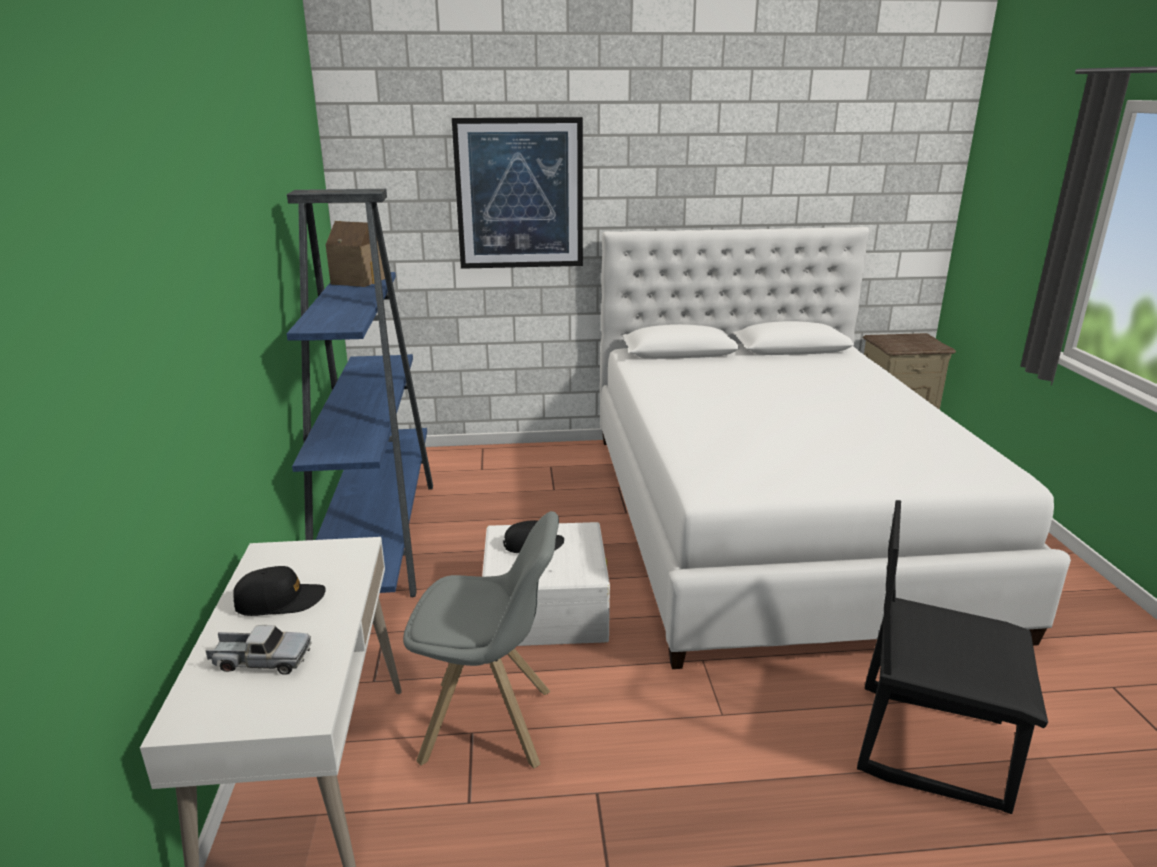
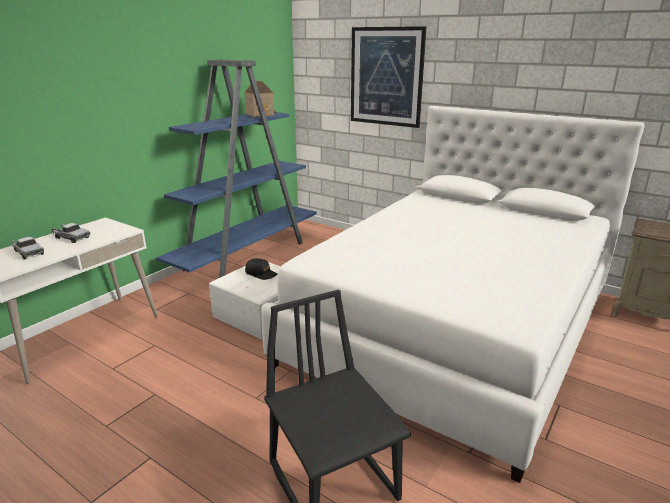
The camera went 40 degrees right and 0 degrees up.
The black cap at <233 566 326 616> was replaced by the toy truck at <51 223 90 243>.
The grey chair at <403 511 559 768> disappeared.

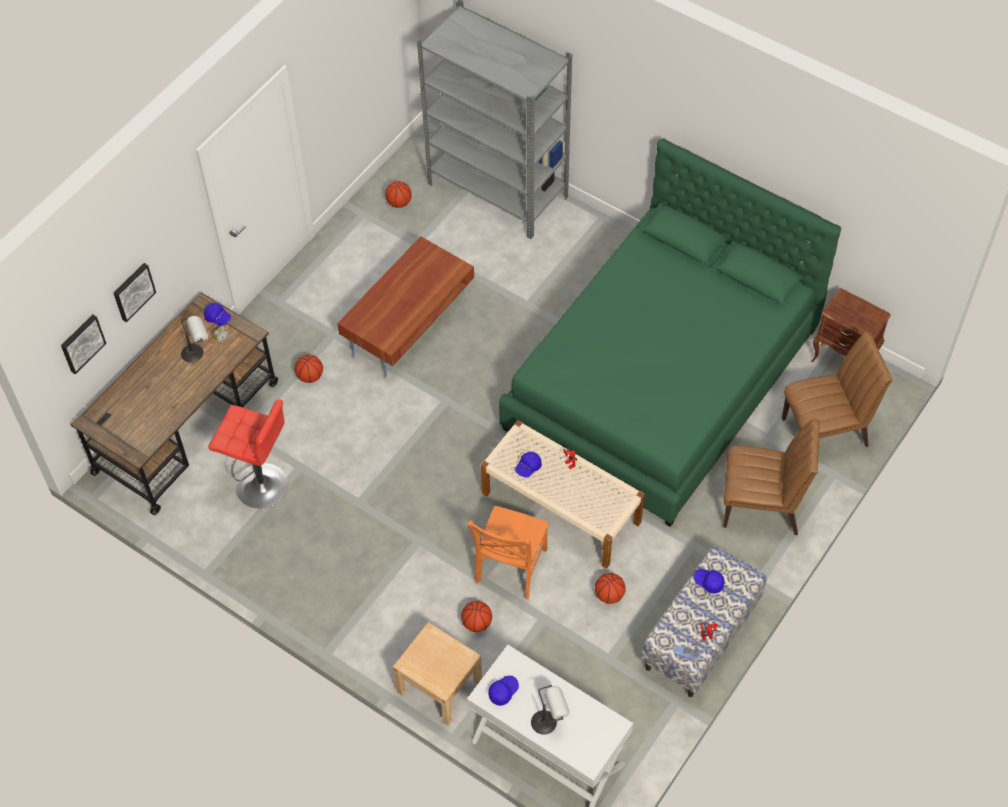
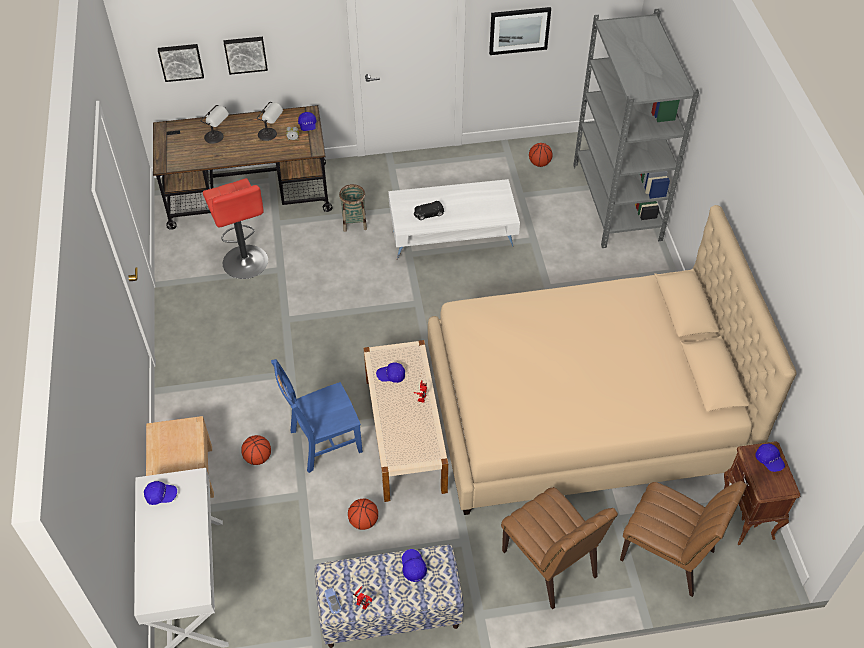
The camera went 45 degrees right and 5 degrees down.
The table lamp moved from <531 685 569 735> to <201 105 229 144>.
The orange chair at <467 506 549 599> became the blue chair at <271 359 363 473>.
The basketball at <295 355 323 383> was replaced by the basket at <339 184 367 232>.
The brown coffee table at <337 236 474 379> became the white coffee table at <388 179 520 259>.
The black toy car at <414 201 444 220> appeared.
The green bed at <499 139 841 527> became the beige bed at <428 205 797 515>.
The picture at <489 7 551 55> appeared.
The blue cap at <755 444 785 472> appeared.

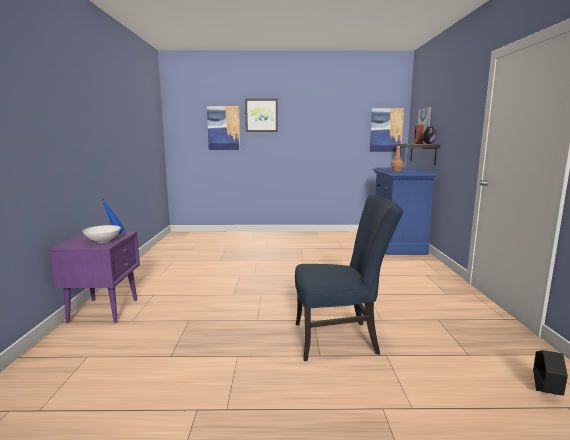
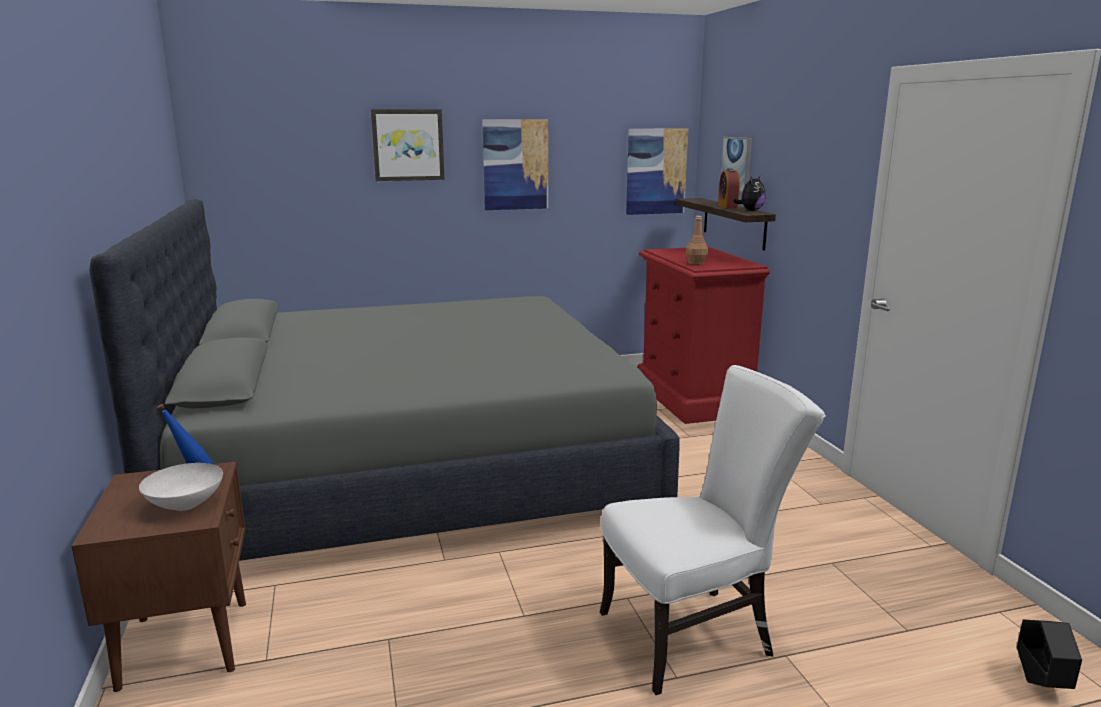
The camera went 15 degrees left and 5 degrees up.
The purple nightstand at <49 231 140 323> became the brown nightstand at <71 462 246 692>.
The grey bed at <89 199 680 561> appeared.
The picture moved from <207 106 240 150> to <482 119 548 210>.
The blue chair at <295 195 403 361> became the white chair at <600 365 826 695>.
The blue dresser at <373 168 436 255> became the red dresser at <637 247 770 424>.

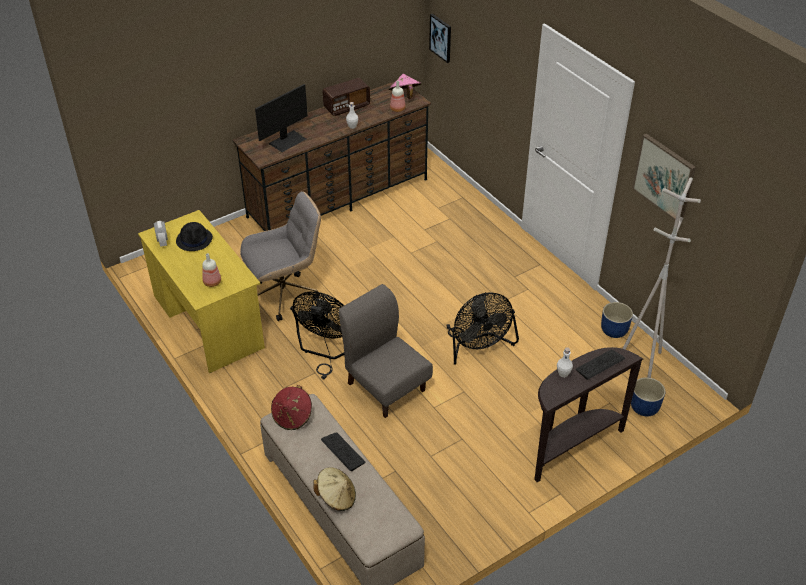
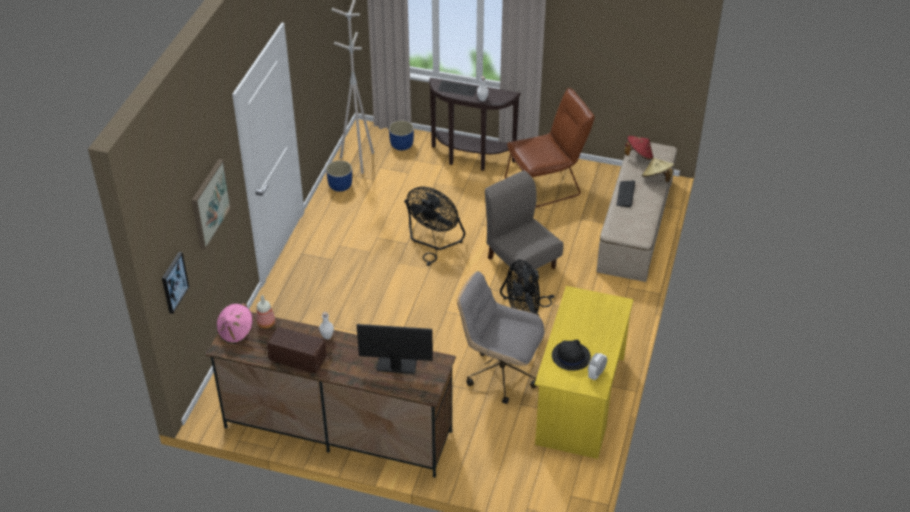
The camera went 130 degrees left and 0 degrees up.
The picture moved from <632 134 696 222> to <192 159 231 250>.
The grey chair at <339 284 433 418> turned 135 degrees clockwise.
The brown chair at <505 88 595 208> appeared.
The red hat moved from <271 385 312 430> to <624 136 653 160>.
The bottle at <202 253 221 287> disappeared.

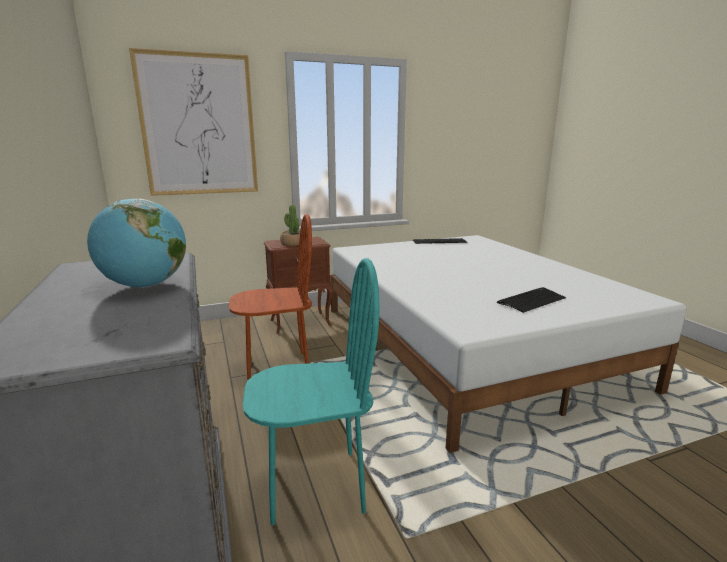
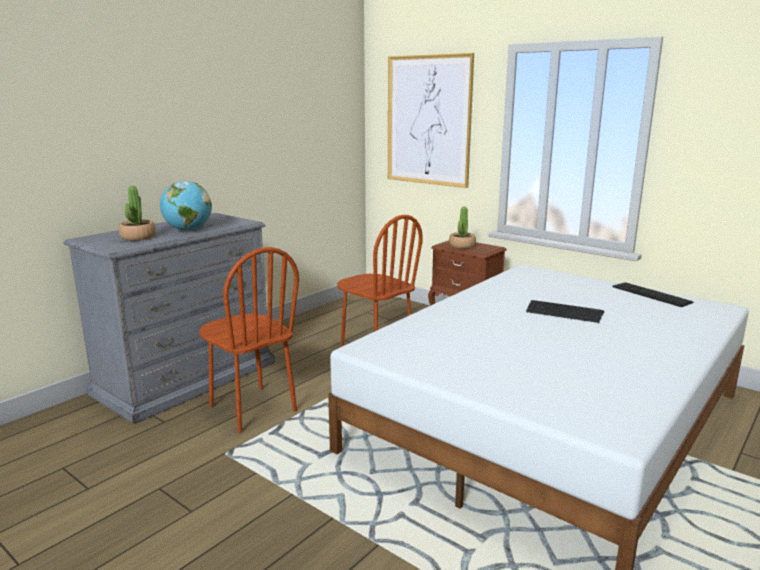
The camera went 60 degrees right and 0 degrees up.
The potted plant at <119 186 156 241> appeared.
The turquoise chair at <243 258 379 526> became the brown chair at <200 247 299 433>.
The keyboard moved from <497 287 566 313> to <526 300 604 323>.

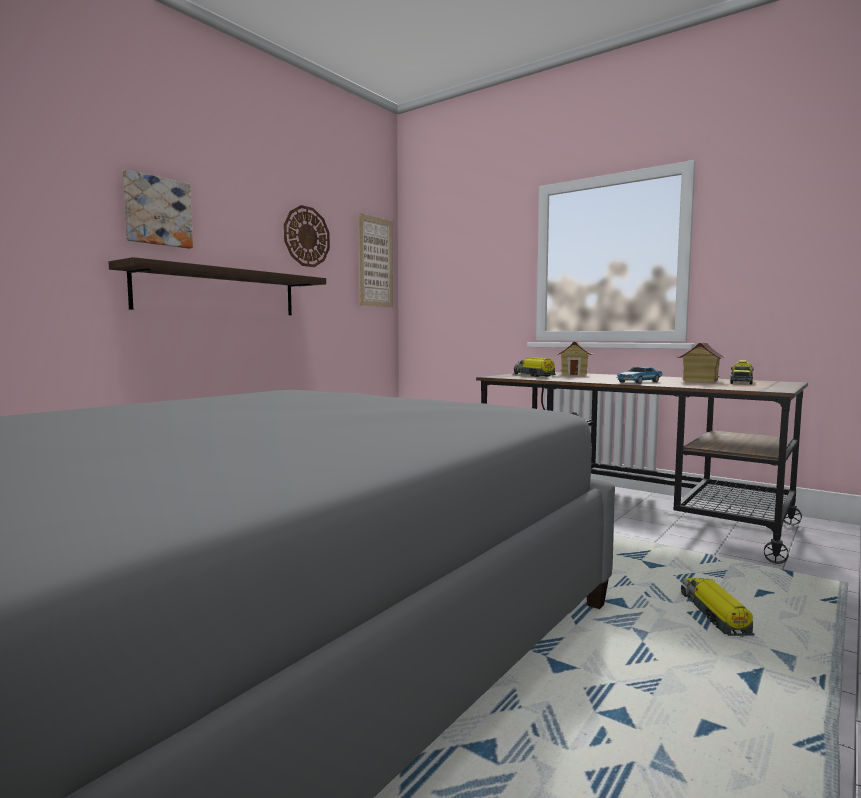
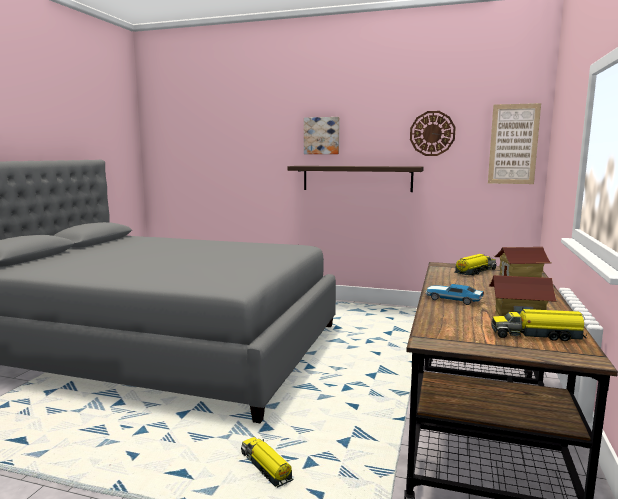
The camera went 70 degrees right and 5 degrees up.
The toy truck at <681 578 754 636> turned 105 degrees counterclockwise.

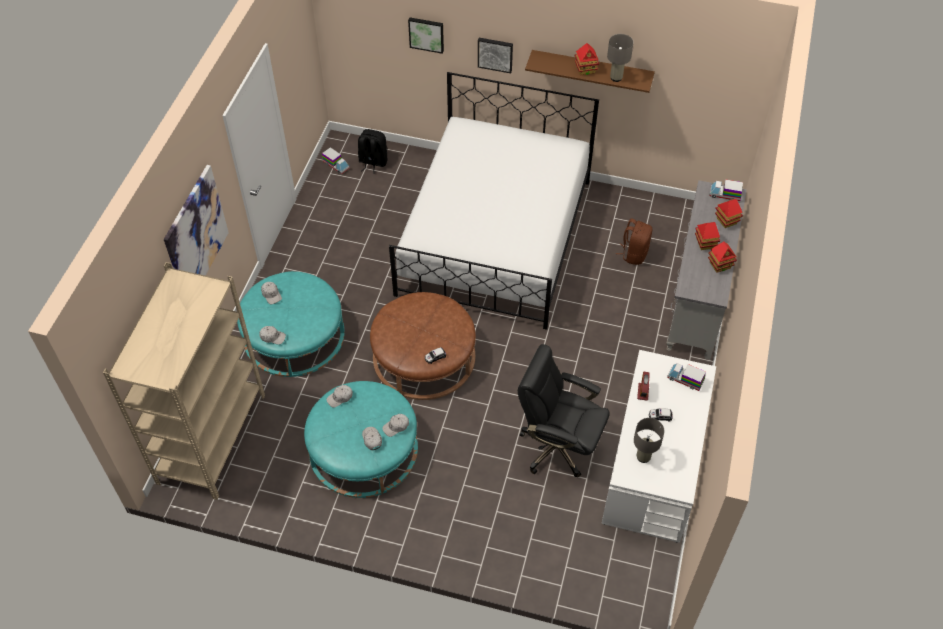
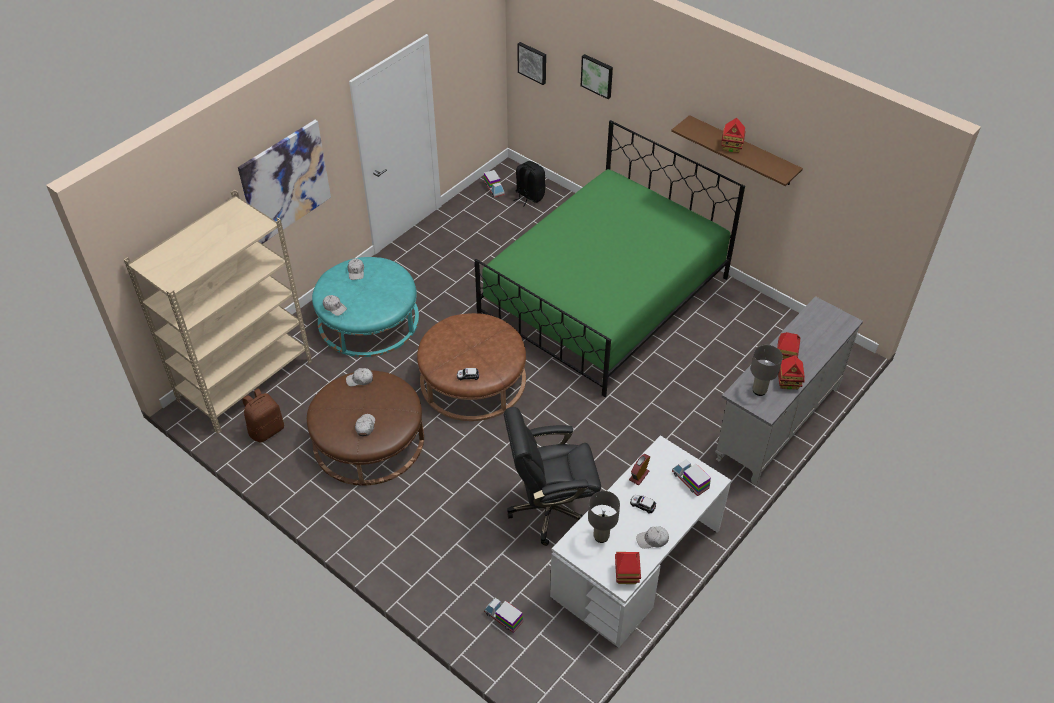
The camera went 25 degrees right and 5 degrees down.
The brown backpack moved from <616 219 653 265> to <242 388 284 443>.
The turquoise ottoman at <304 381 418 498> became the brown ottoman at <307 370 424 486>.
The white bed at <389 72 599 330> became the green bed at <475 120 745 397>.
The toy truck moved from <709 180 743 201> to <484 598 523 633>.
The black office chair at <518 344 610 477> turned 60 degrees counterclockwise.
The picture moved from <478 38 513 73> to <518 42 546 85>.
The toy house moved from <715 199 743 228> to <615 552 641 584>.
The white cap moved from <382 414 409 437> to <636 526 669 549>.
The grey table lamp moved from <607 34 633 82> to <751 345 783 396>.

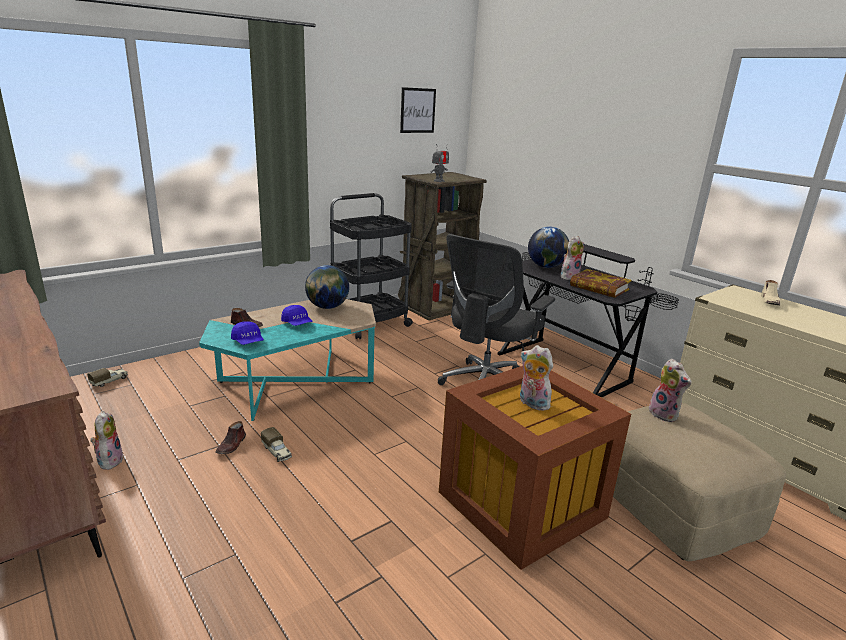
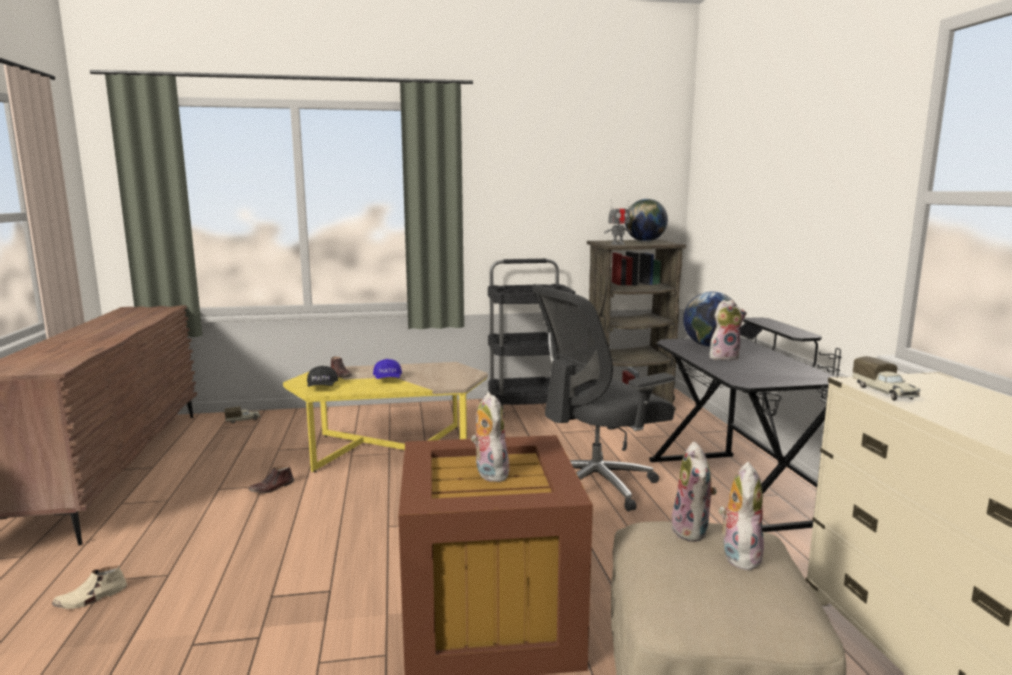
The camera went 30 degrees right and 10 degrees down.
The beige shoe moved from <761 280 781 305> to <52 566 127 609>.
The turquoise coffee table at <199 299 376 421> became the yellow coffee table at <283 362 488 472>.
The blue cap at <231 321 264 345> became the black cap at <307 366 338 387>.
The globe moved from <305 265 349 309> to <625 199 668 242>.
The plush toy moved from <90 411 124 470> to <719 462 764 572>.
The toy truck moved from <261 427 292 462> to <852 356 920 400>.
The picture at <400 87 436 133> disappeared.
The book at <570 269 632 298> disappeared.

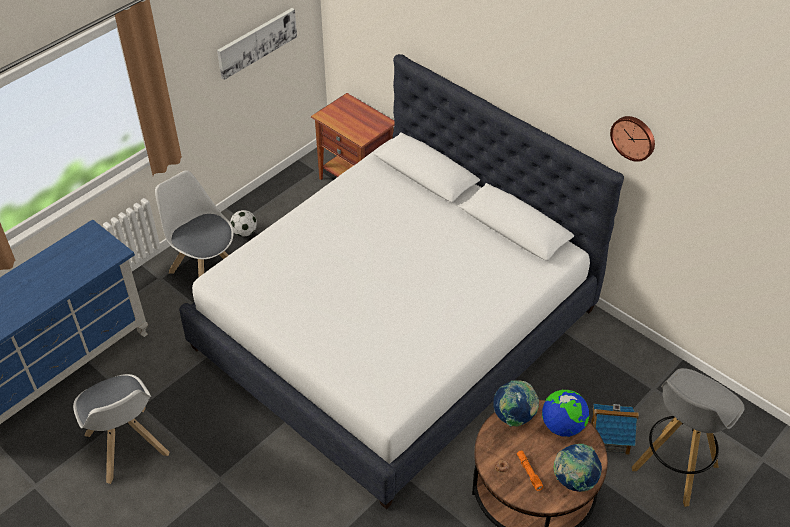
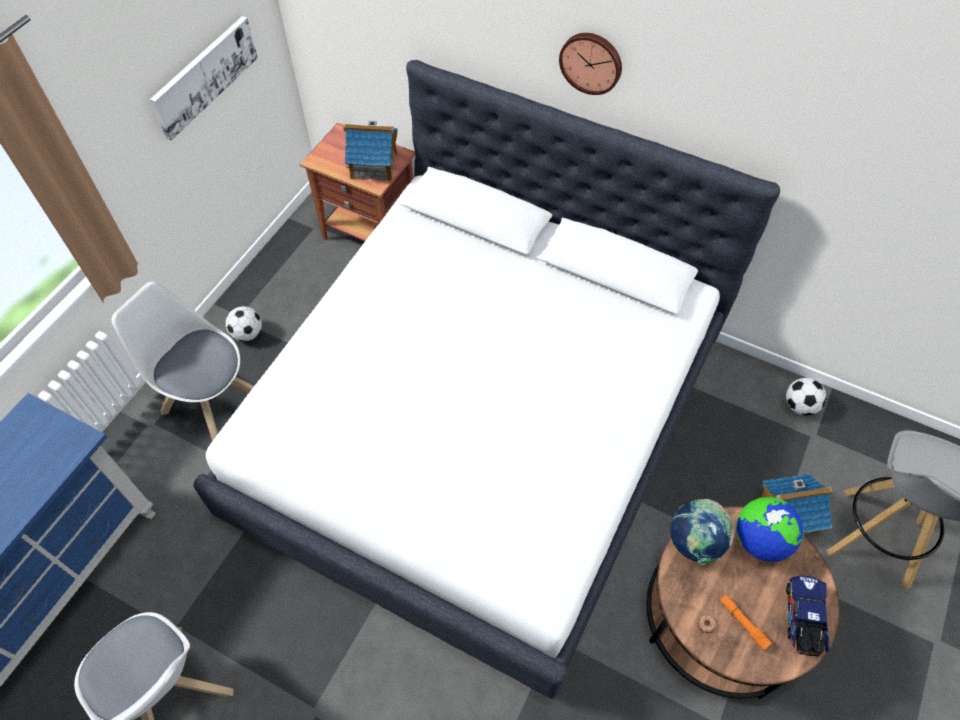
The camera went 15 degrees left and 10 degrees up.
The toy house at <343 120 398 182> appeared.
The wall clock moved from <610 116 655 162> to <559 33 622 95>.
The football at <786 378 826 415> appeared.
The globe at <554 444 602 492> was replaced by the toy truck at <786 576 830 657>.

